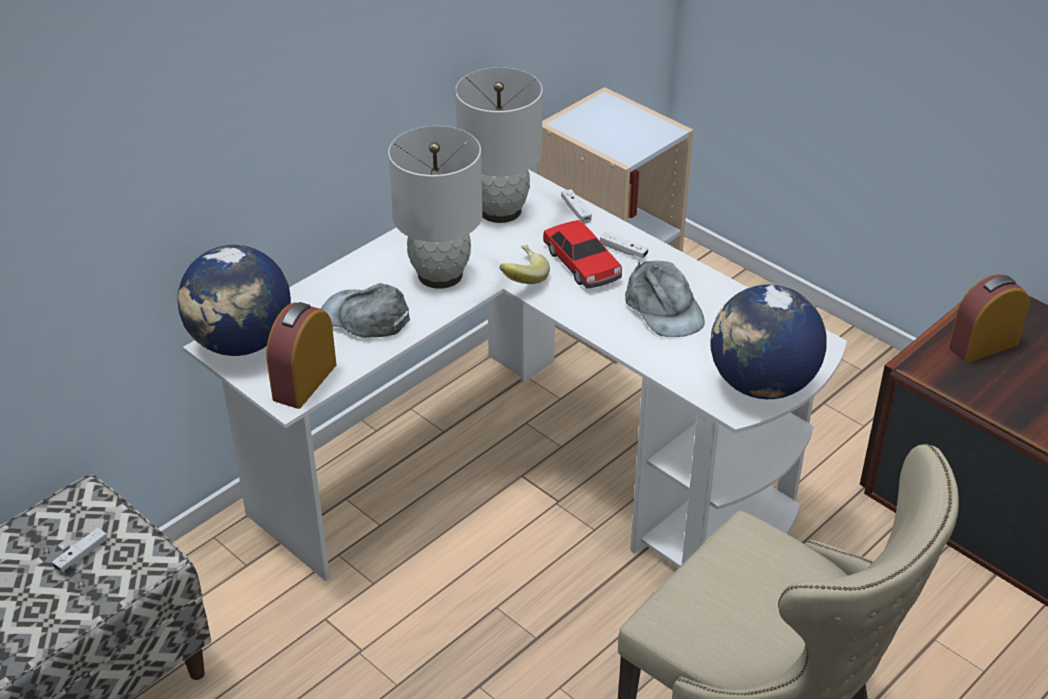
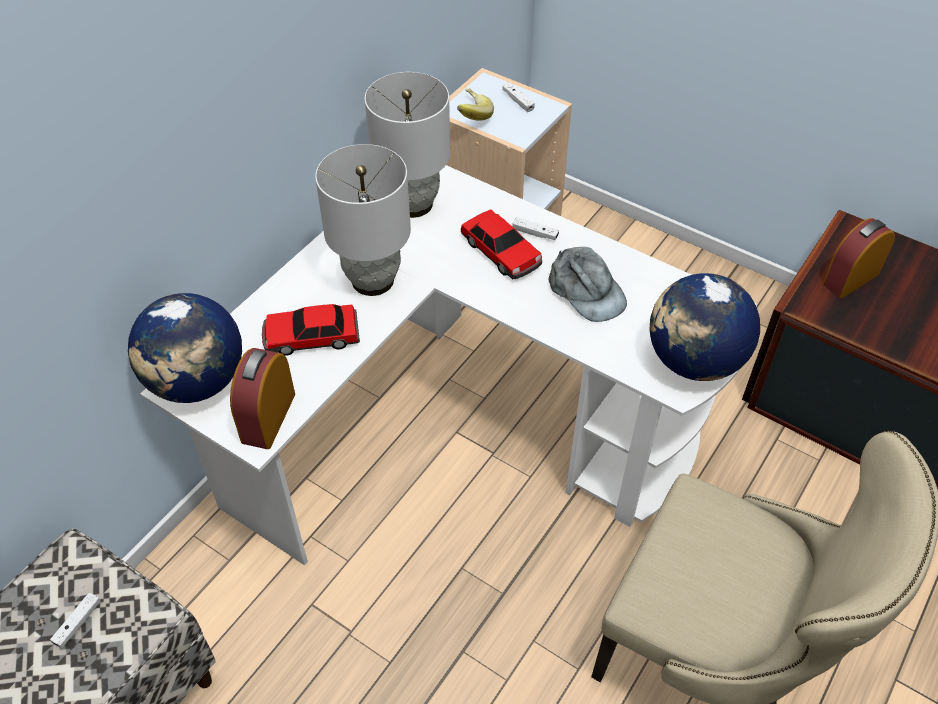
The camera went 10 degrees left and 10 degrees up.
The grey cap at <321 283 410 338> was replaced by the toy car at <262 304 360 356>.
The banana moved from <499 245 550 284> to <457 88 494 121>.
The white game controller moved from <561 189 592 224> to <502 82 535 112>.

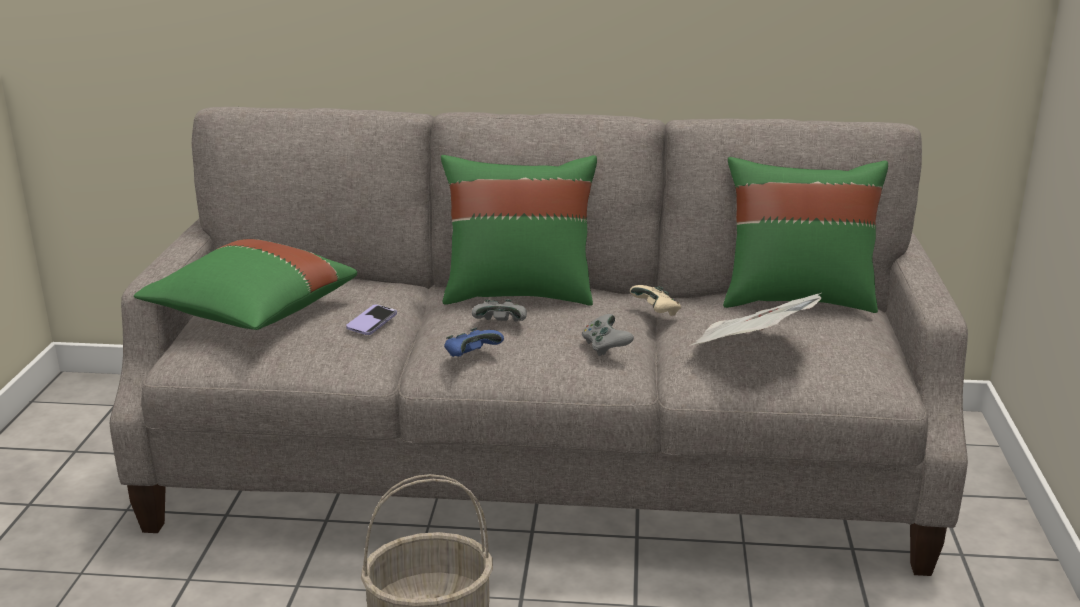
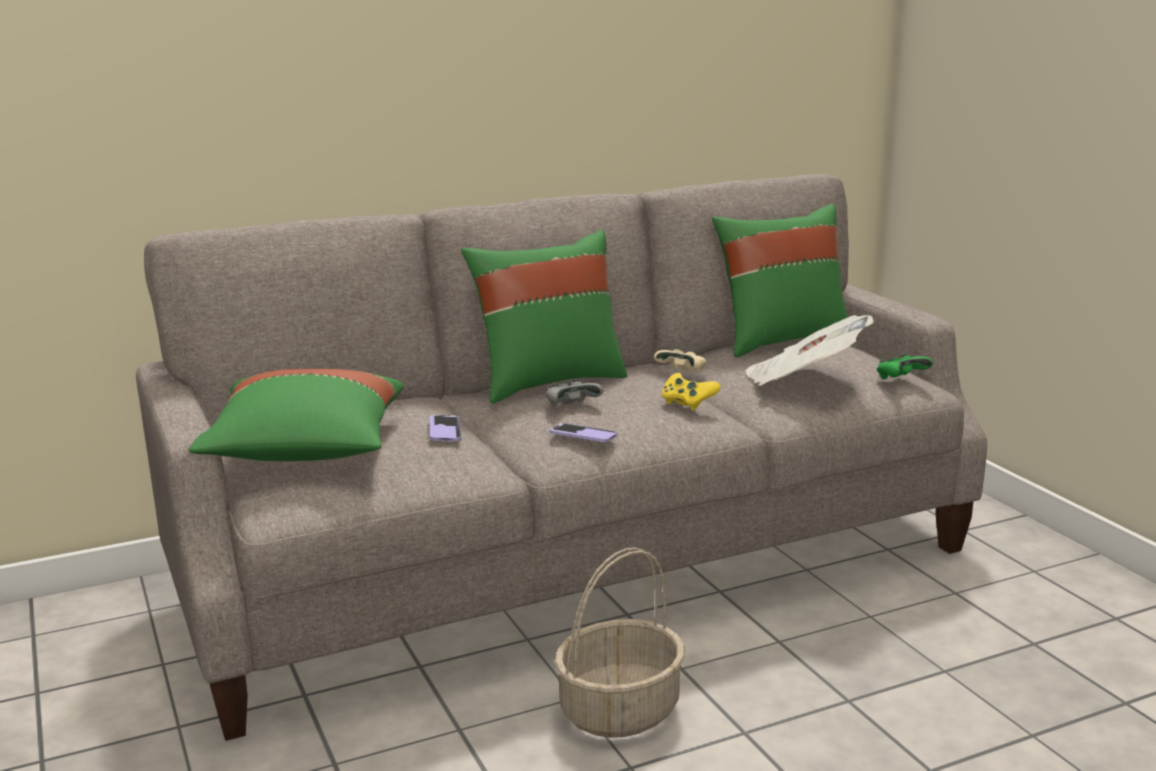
The camera went 30 degrees left and 5 degrees down.
The blue game controller at <444 328 504 357> was replaced by the phone at <550 423 617 442>.
The grey game controller at <582 314 634 356> became the yellow game controller at <662 373 720 411>.
The green game controller at <876 353 933 380> appeared.

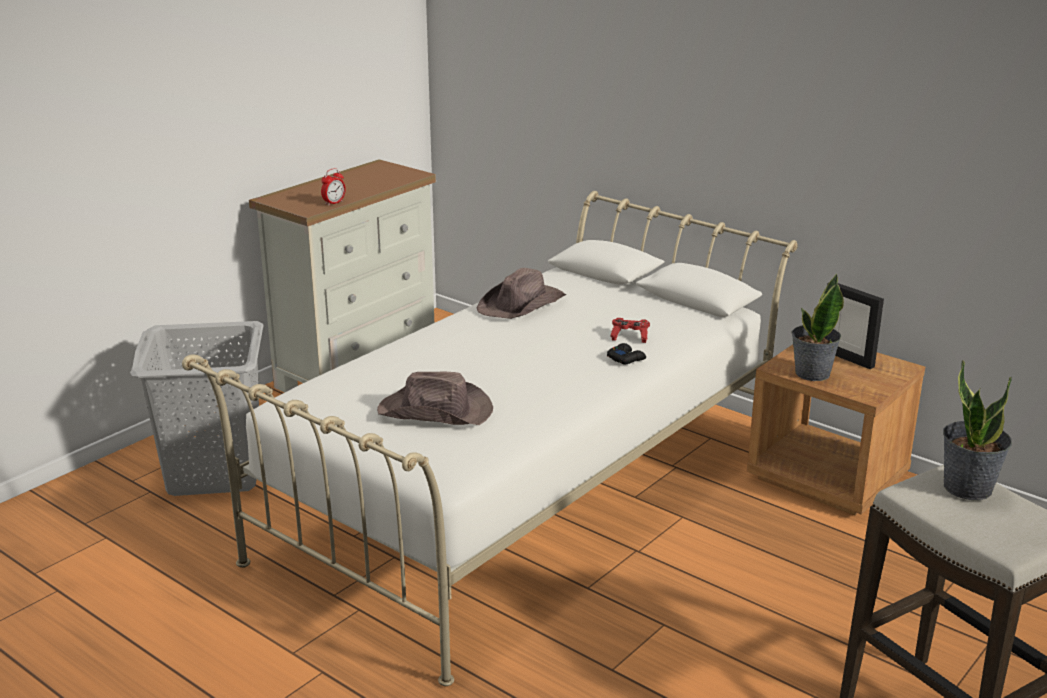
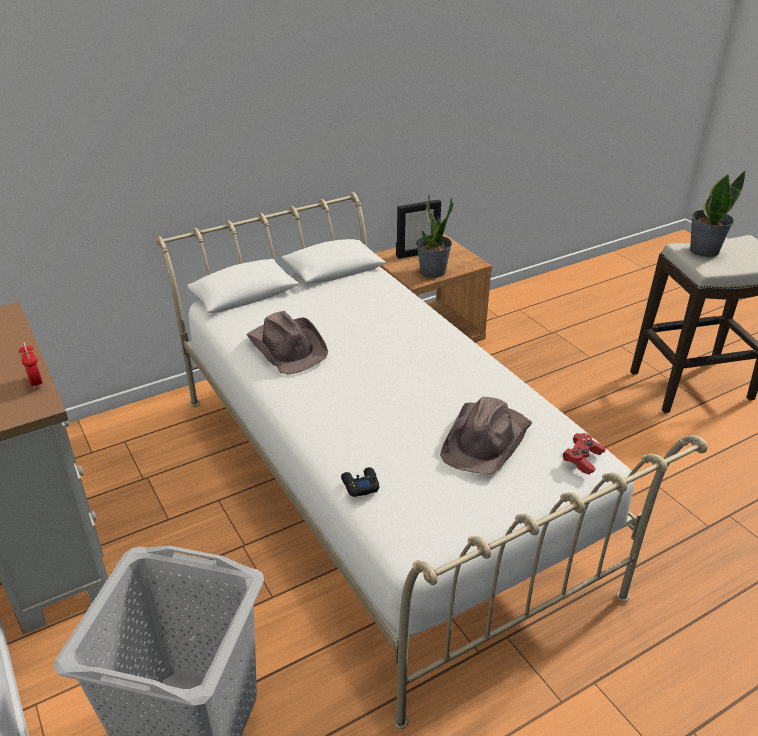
The camera went 70 degrees left and 10 degrees up.
The black game controller moved from <607 343 646 364> to <341 467 379 497>.
The red game controller moved from <610 318 650 343> to <563 433 606 475>.

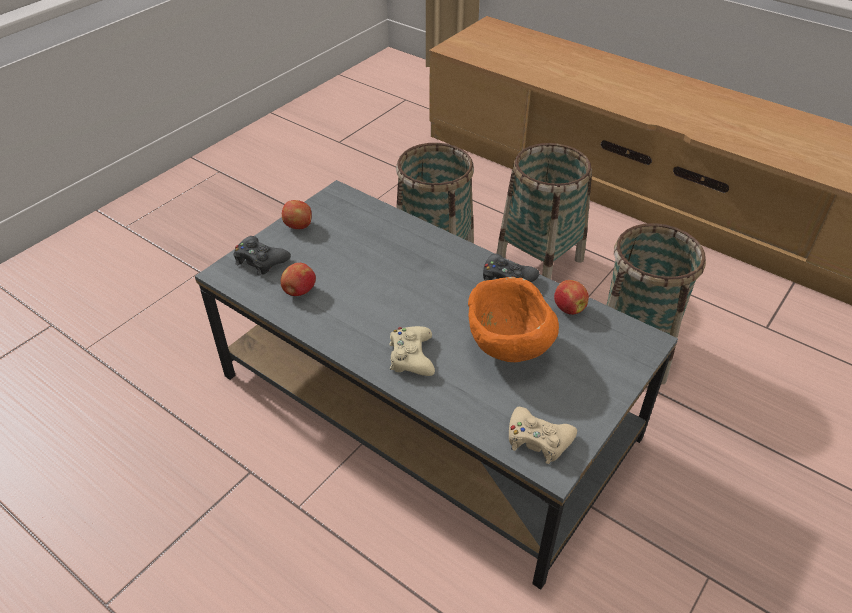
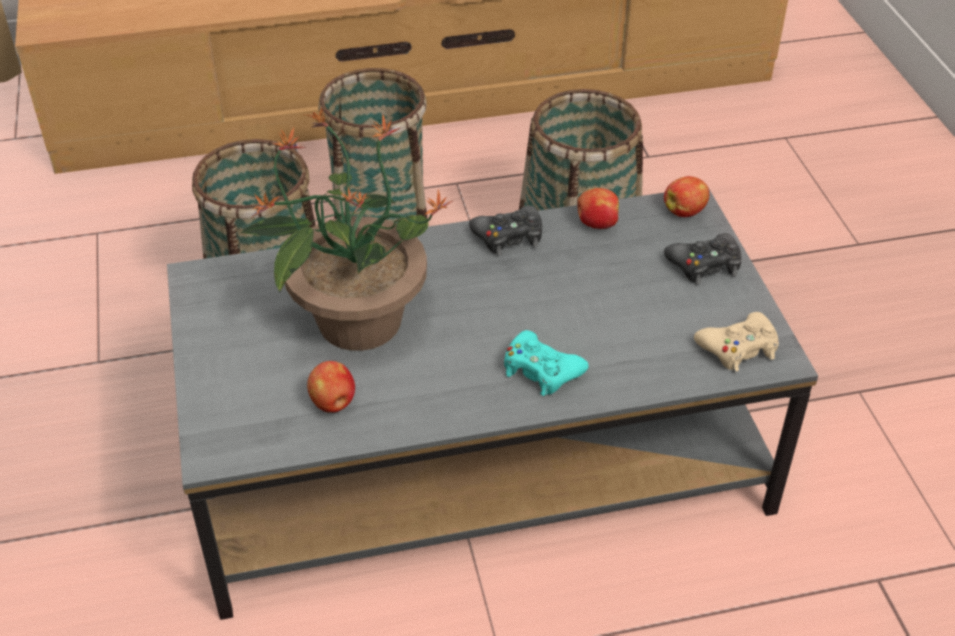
The camera went 50 degrees left and 0 degrees up.
The potted plant at <241 107 454 351> appeared.
The beige game controller at <389 326 435 376> became the turquoise game controller at <504 330 589 396>.
The apple moved from <282 200 312 229> to <664 176 709 217>.
The black game controller moved from <233 236 291 276> to <664 233 741 285>.
The orange bowl at <468 277 559 362> disappeared.

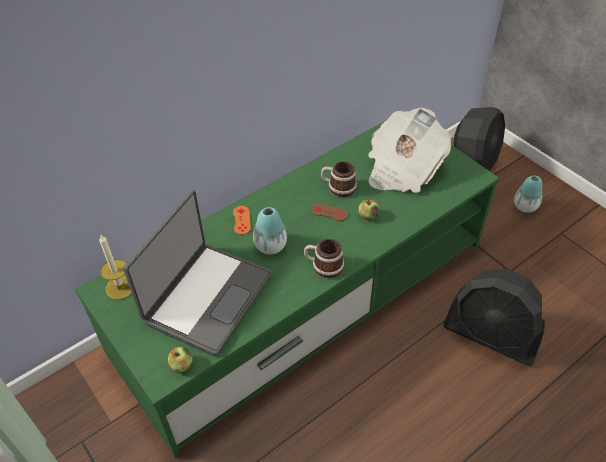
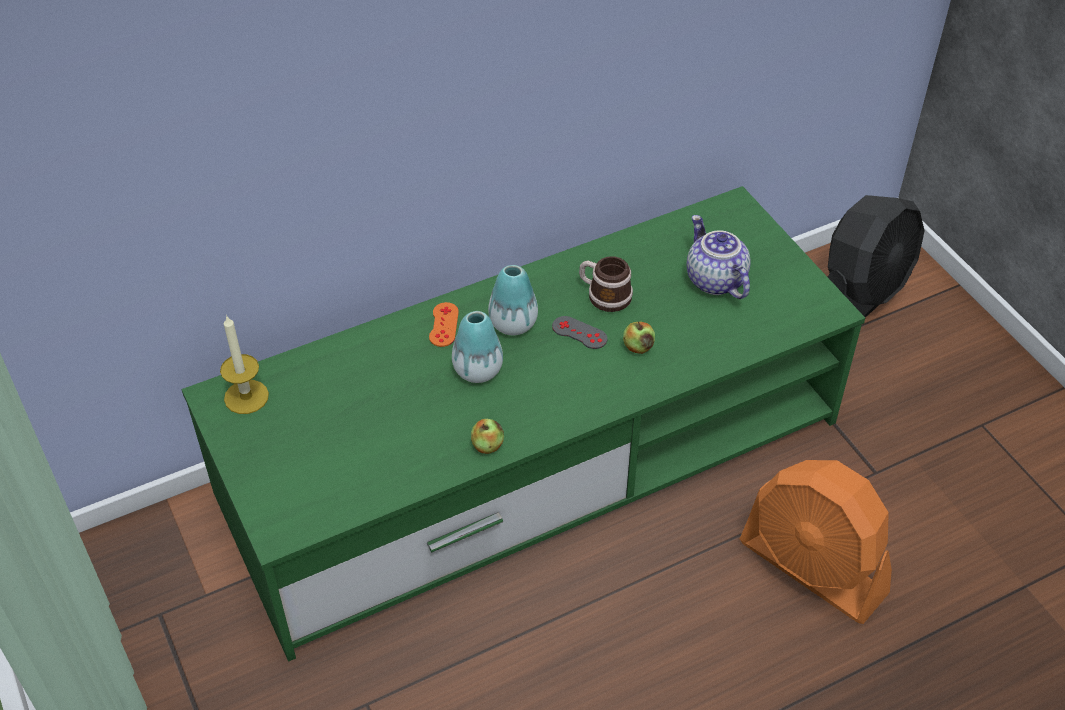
The camera went 10 degrees right and 0 degrees up.
The apple moved from <168 347 192 373> to <471 419 504 454>.
The vase moved from <514 175 542 213> to <488 265 538 335>.
The brown game controller at <311 203 348 221> became the grey game controller at <552 316 608 349>.
The newspaper at <368 108 451 193> was replaced by the teapot at <687 215 751 299>.
The black fan at <443 268 545 366> became the orange fan at <740 460 892 624>.
The laptop at <123 190 272 356> disappeared.
The mug at <304 239 344 278> disappeared.

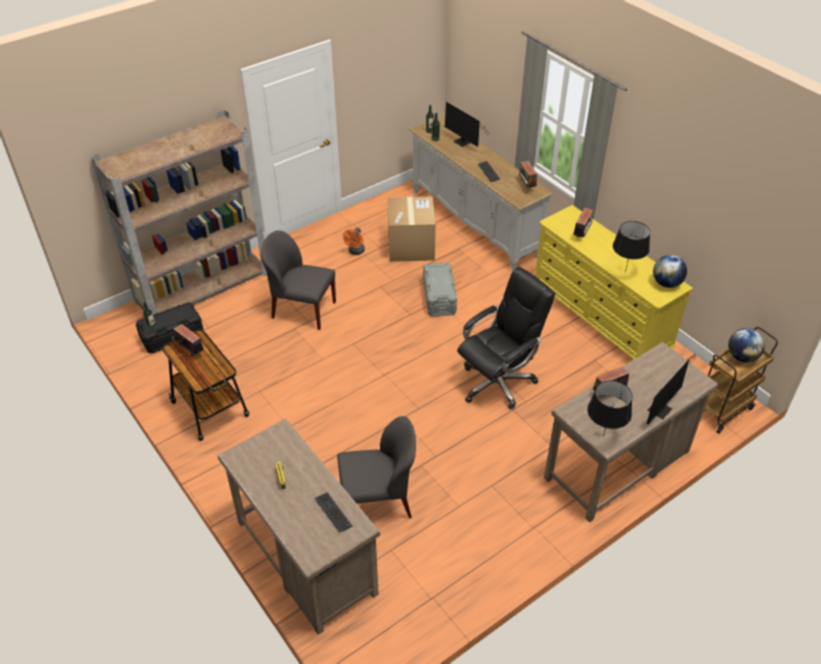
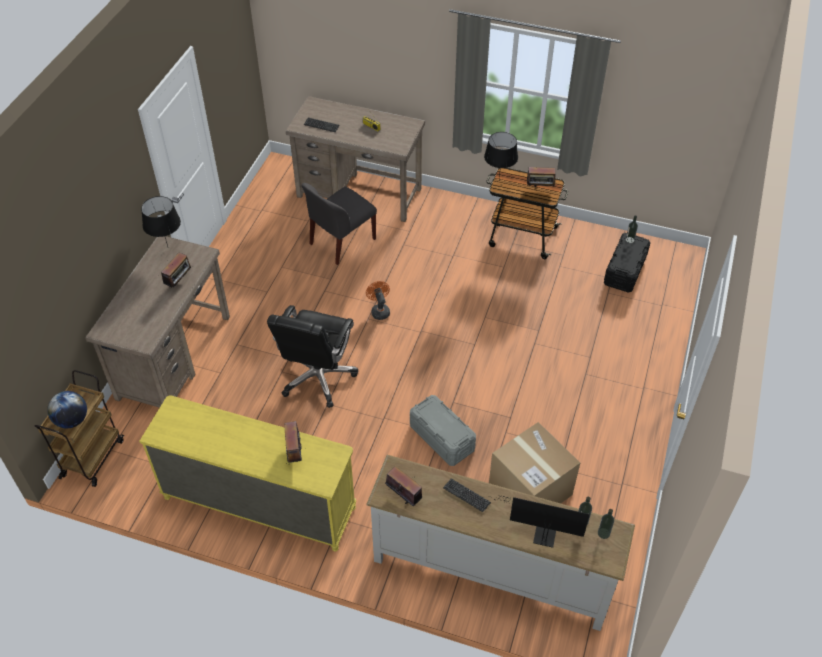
The camera went 145 degrees right and 5 degrees up.
The orange fan moved from <343 228 365 255> to <366 281 390 320>.
The black table lamp moved from <613 221 650 273> to <484 132 518 179>.
The brown bookcase at <91 109 267 315> disappeared.
The grey chair at <260 230 336 330> disappeared.
The monitor at <647 353 699 424> disappeared.
The globe at <653 255 687 288> disappeared.

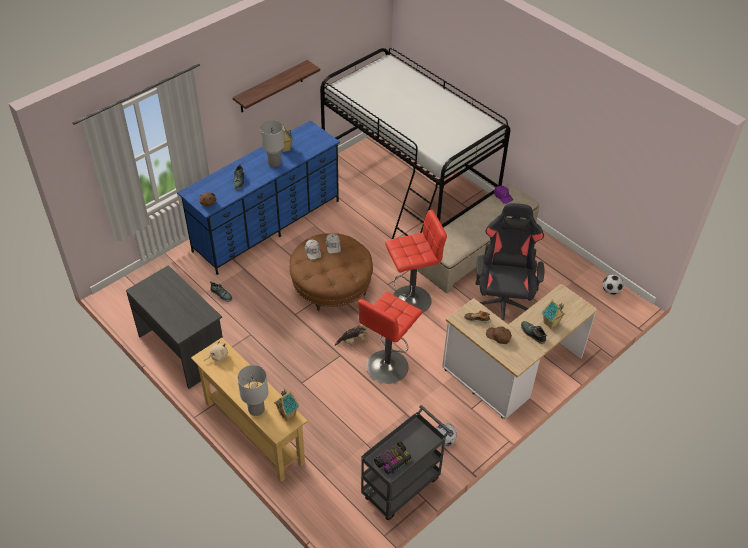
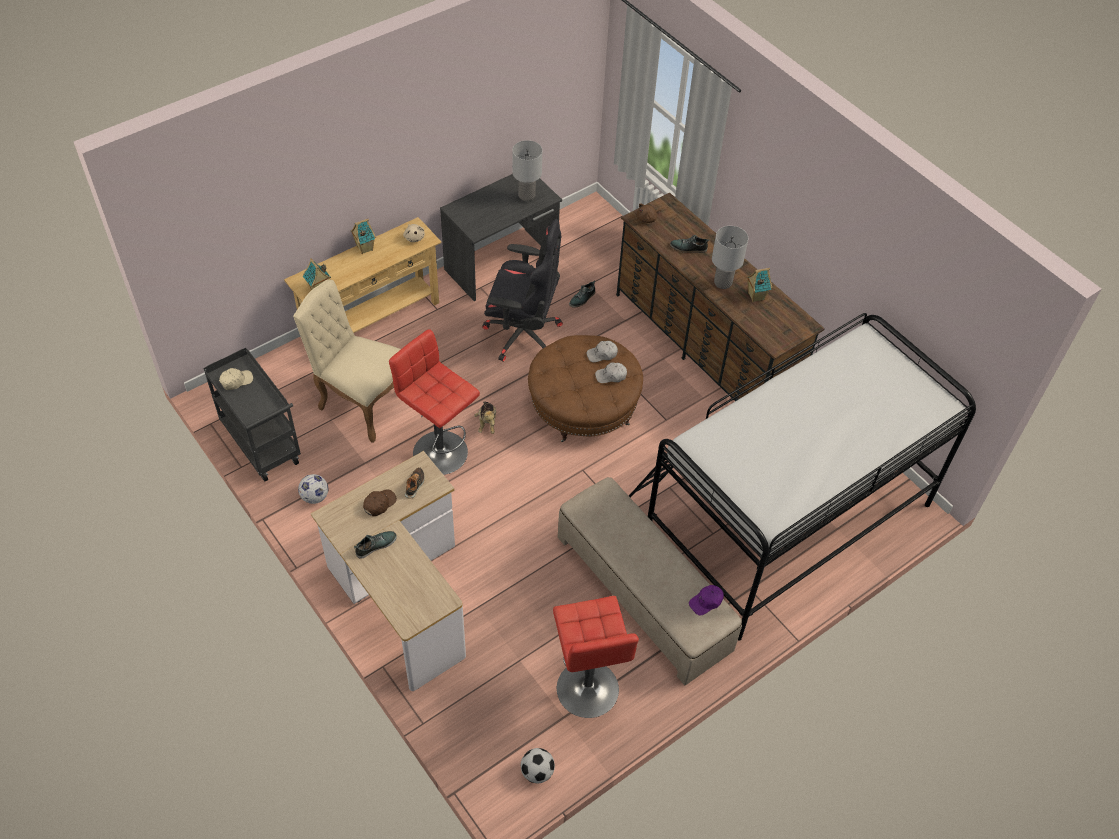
The camera went 95 degrees right and 5 degrees up.
The toy car at <374 442 411 475> was replaced by the beige cap at <219 368 253 390>.
The beige chair at <293 279 401 443> appeared.
The toy house moved from <542 299 565 329> to <350 219 376 254>.
The black office chair moved from <475 203 544 321> to <482 219 563 362>.
The grey table lamp moved from <237 365 269 416> to <512 140 542 201>.
The red stool moved from <385 210 447 313> to <553 596 639 718>.
The blue dresser at <177 120 340 275> became the brown dresser at <616 192 825 401>.
The shelf at <233 60 320 112> disappeared.

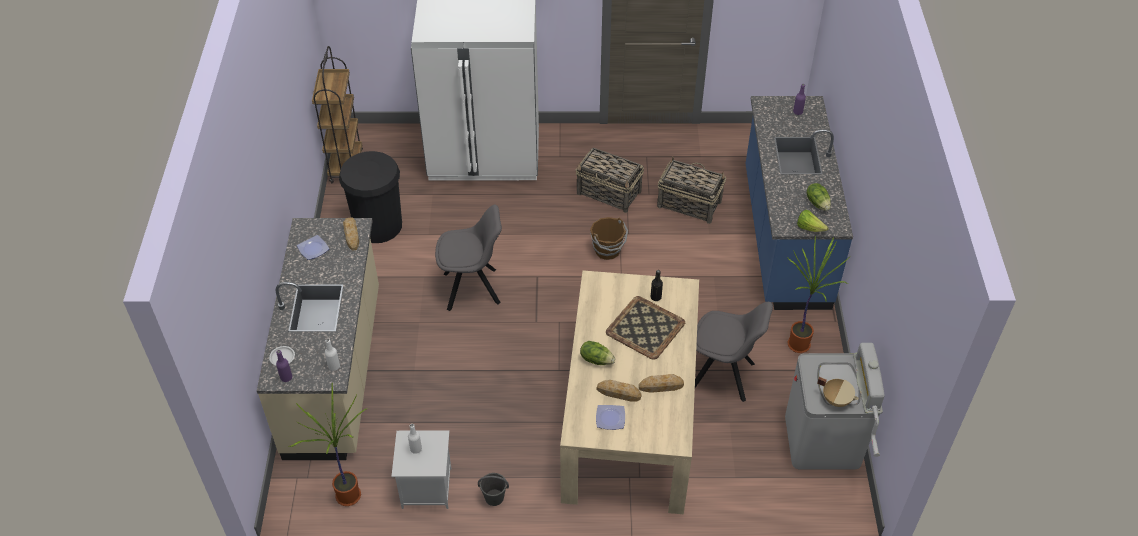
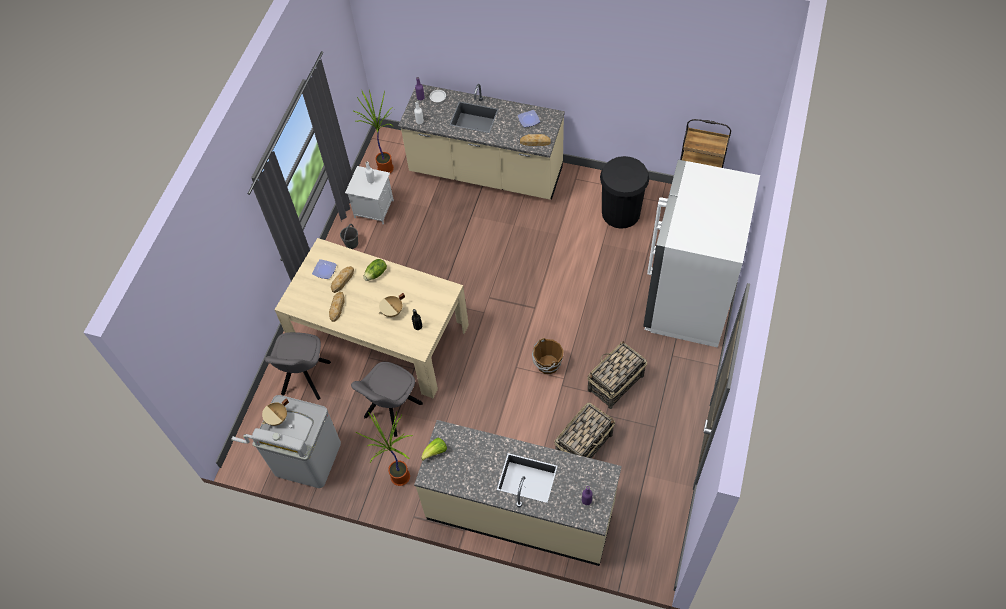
The camera went 110 degrees right and 10 degrees up.
The grey chair moved from <435 205 502 311> to <265 332 331 400>.
The tray at <606 296 685 360> was replaced by the beige cooking pot at <379 293 405 317>.
The blue counter at <745 96 853 310> became the beige counter at <414 420 622 566>.
The lettuce at <807 183 831 211> disappeared.

